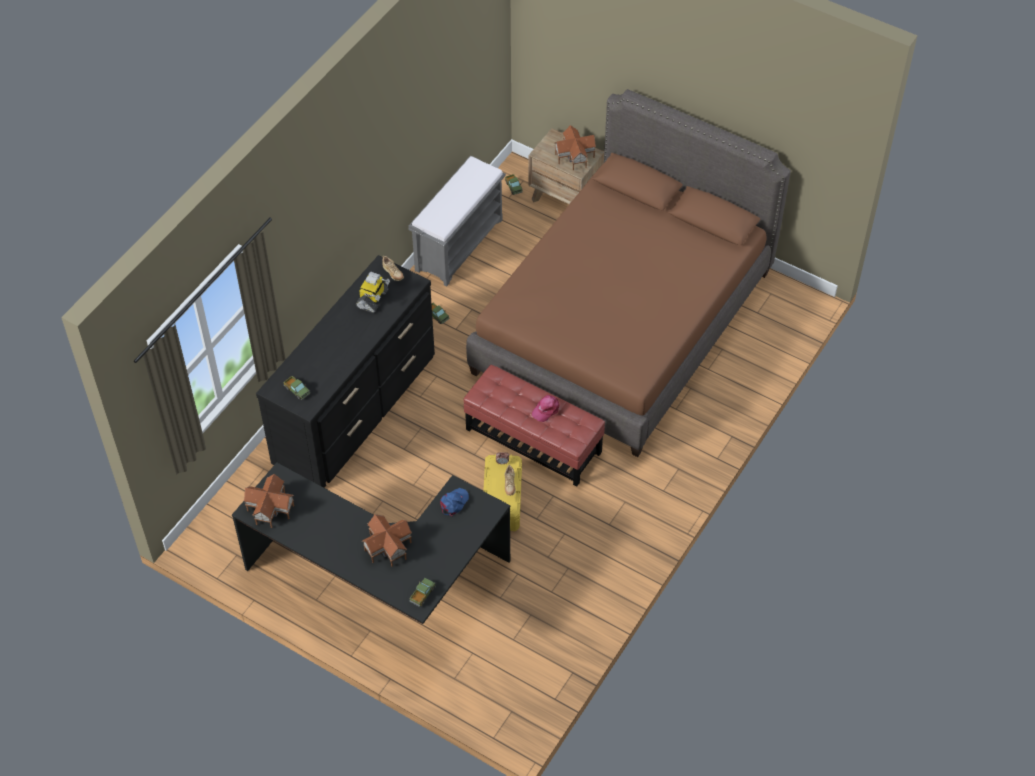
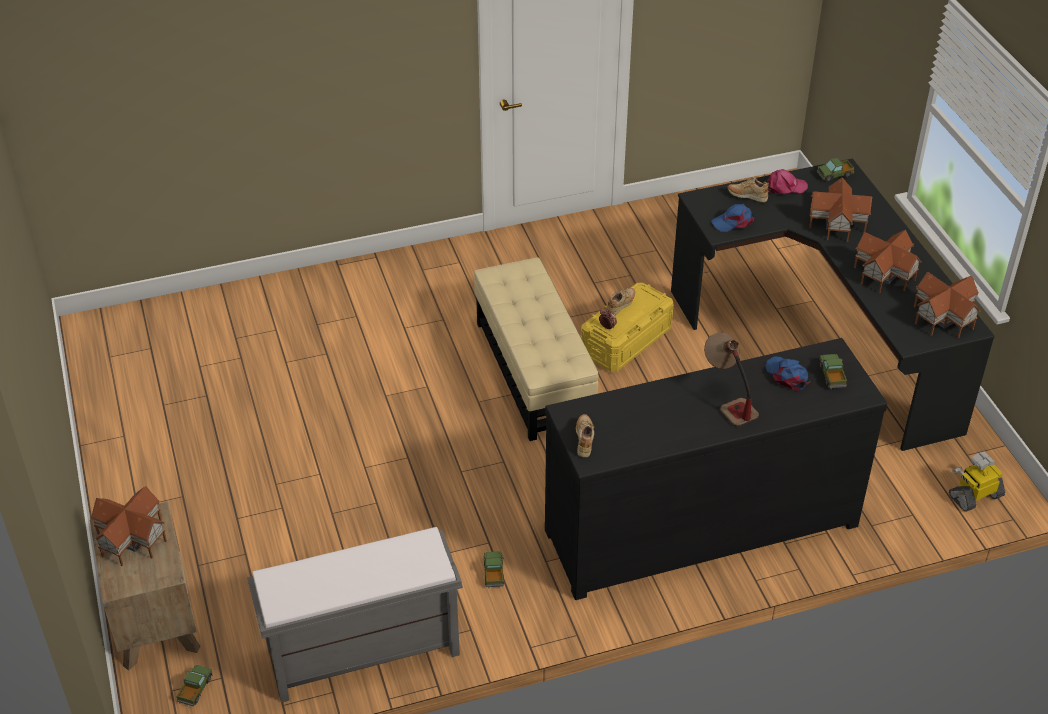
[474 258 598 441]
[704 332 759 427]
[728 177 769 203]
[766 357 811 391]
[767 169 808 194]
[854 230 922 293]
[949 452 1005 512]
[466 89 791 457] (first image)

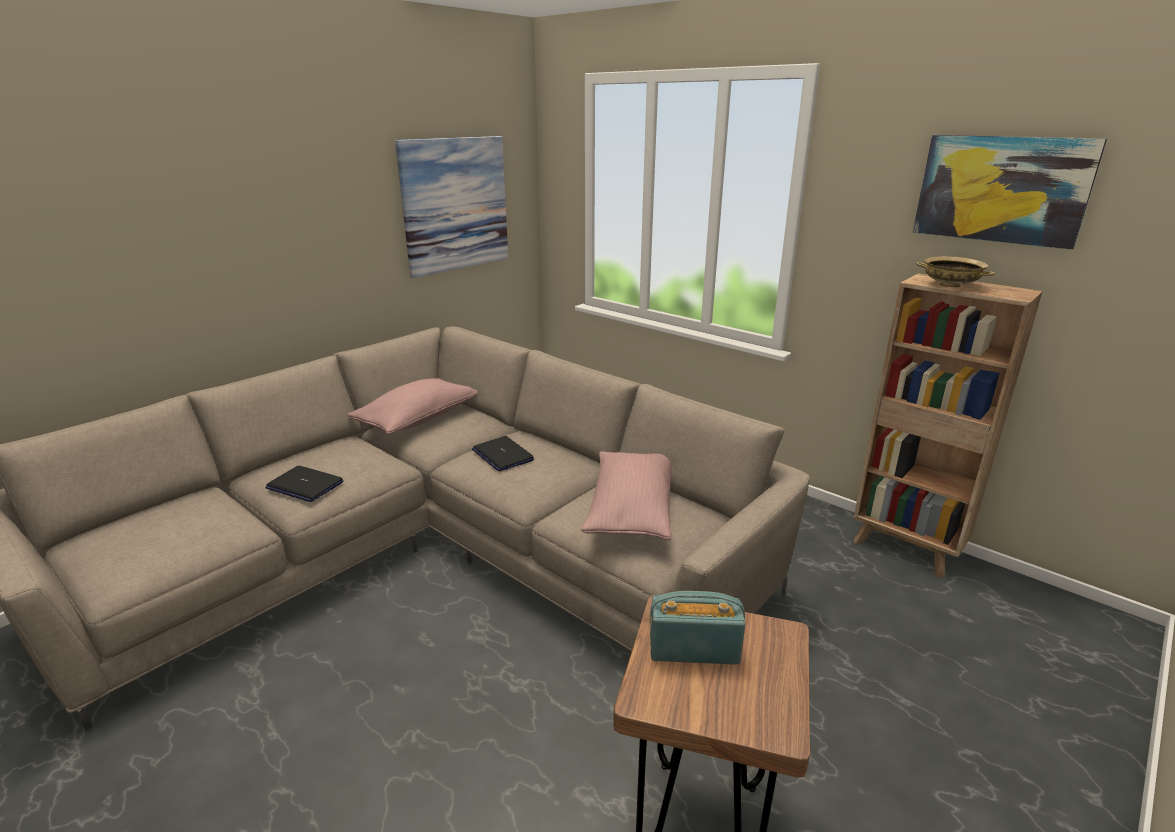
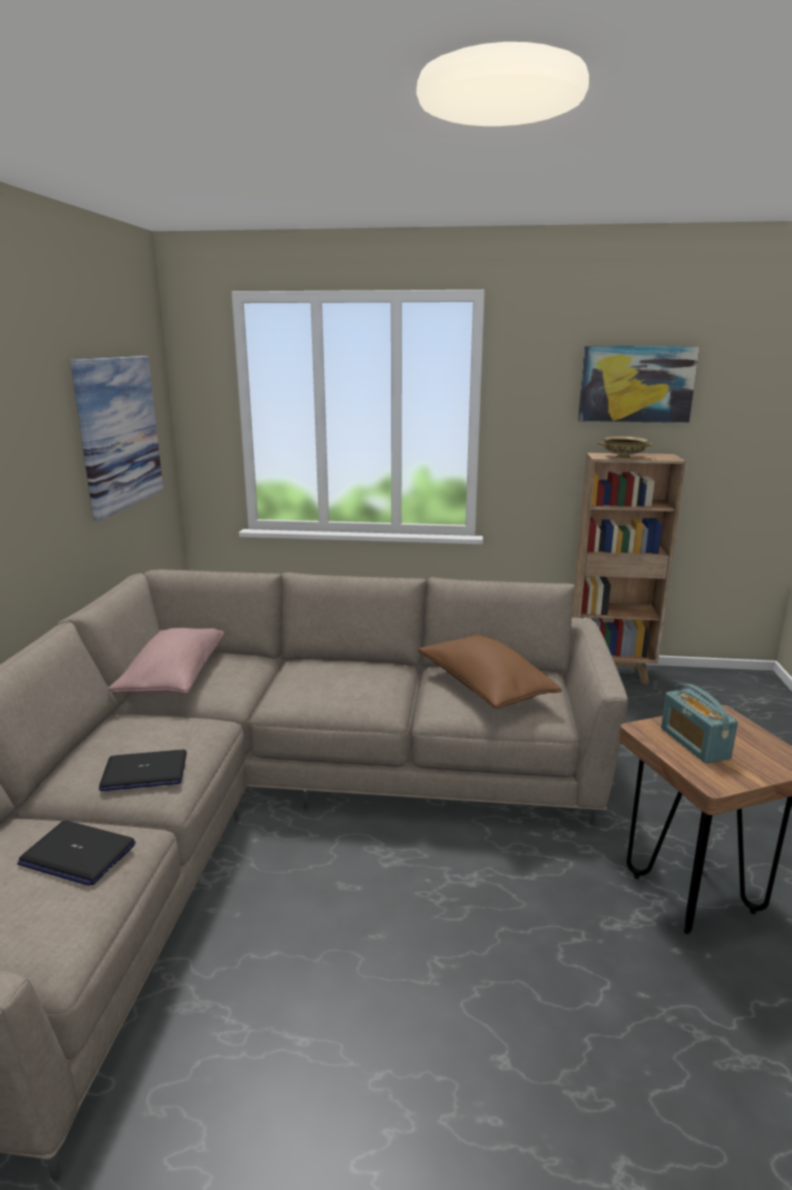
[17 820 136 886]
[418 635 562 709]
[661 684 738 764]

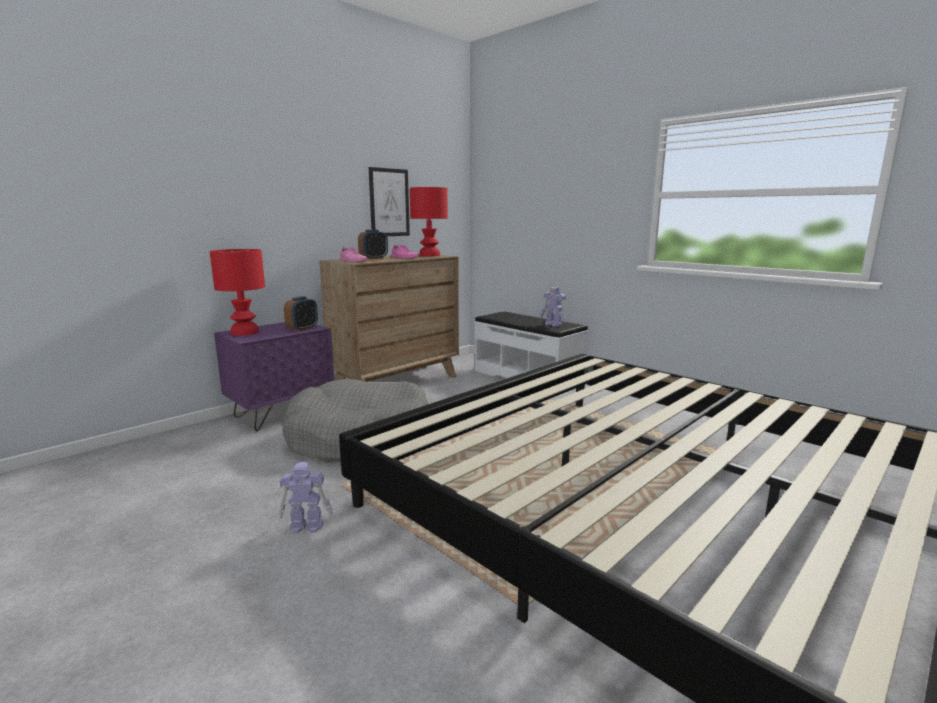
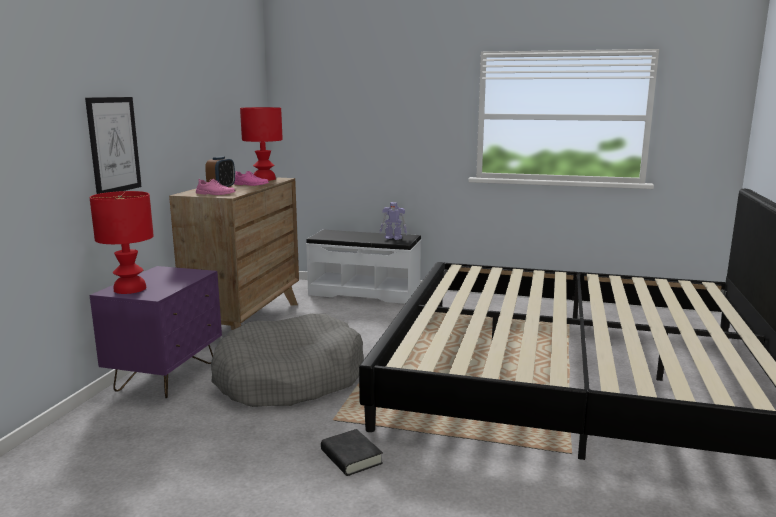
[85 97 142 194]
[321 429 383 476]
[284 296 318 331] (first image)

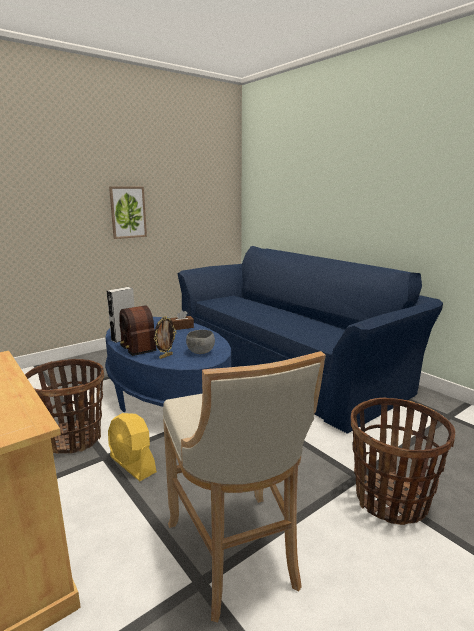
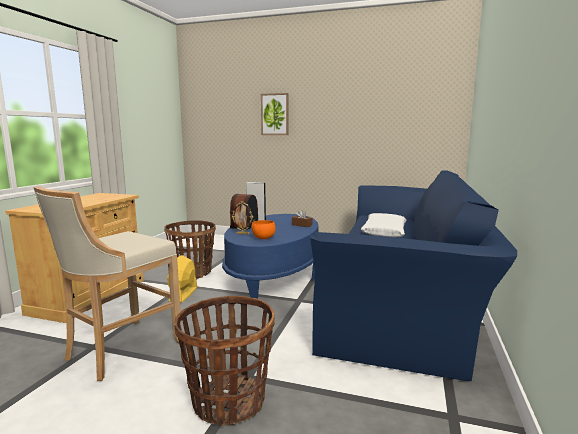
[252 220 276 239]
[261 93 288 135]
[361 213 406 237]

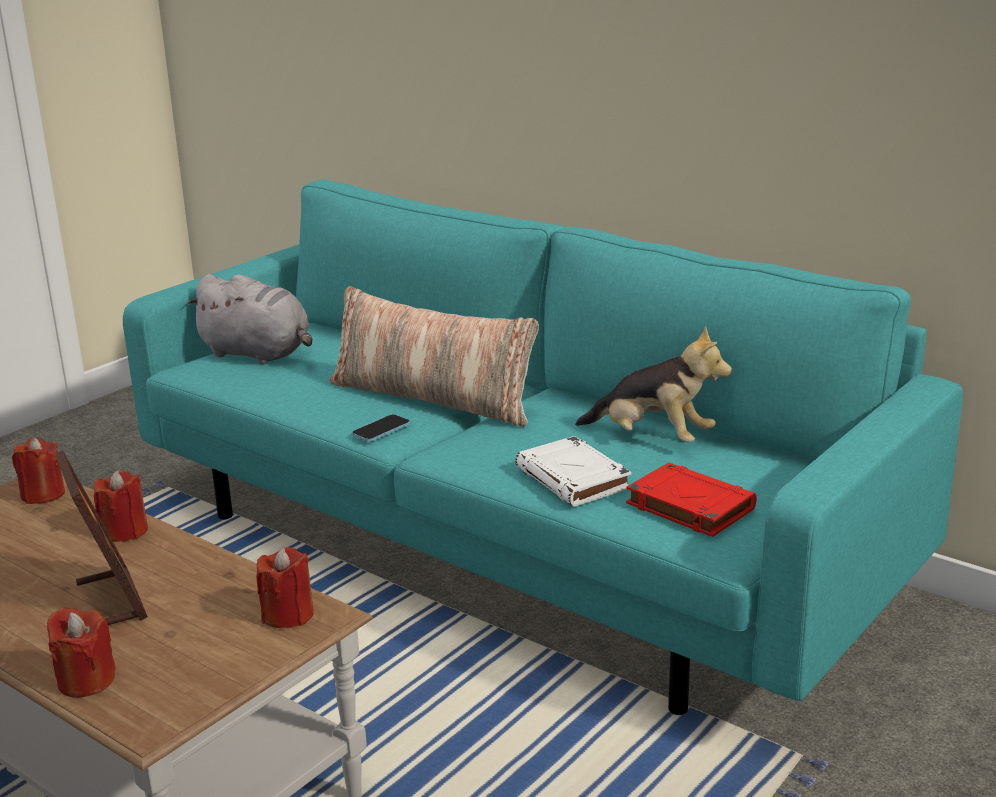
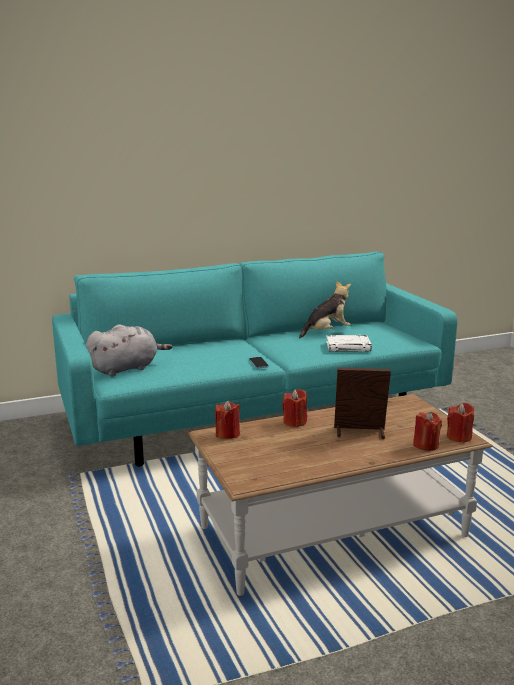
[447 403 474 443]
[329 286 539 427] (first image)
[626 462 757 537] (first image)

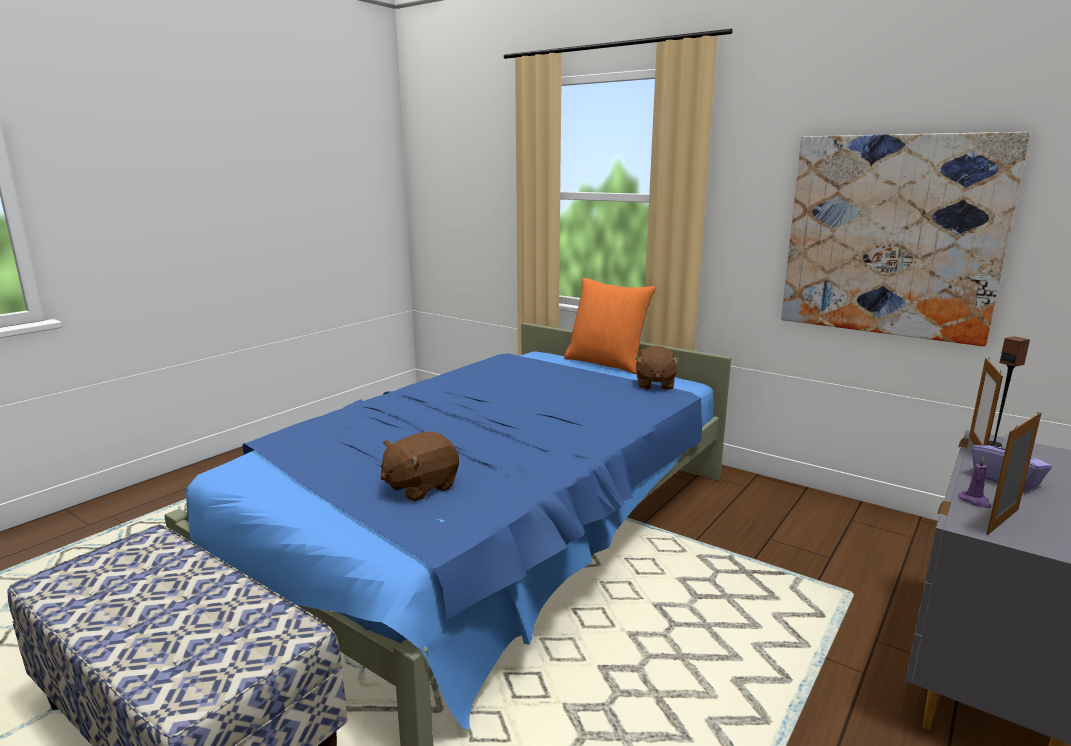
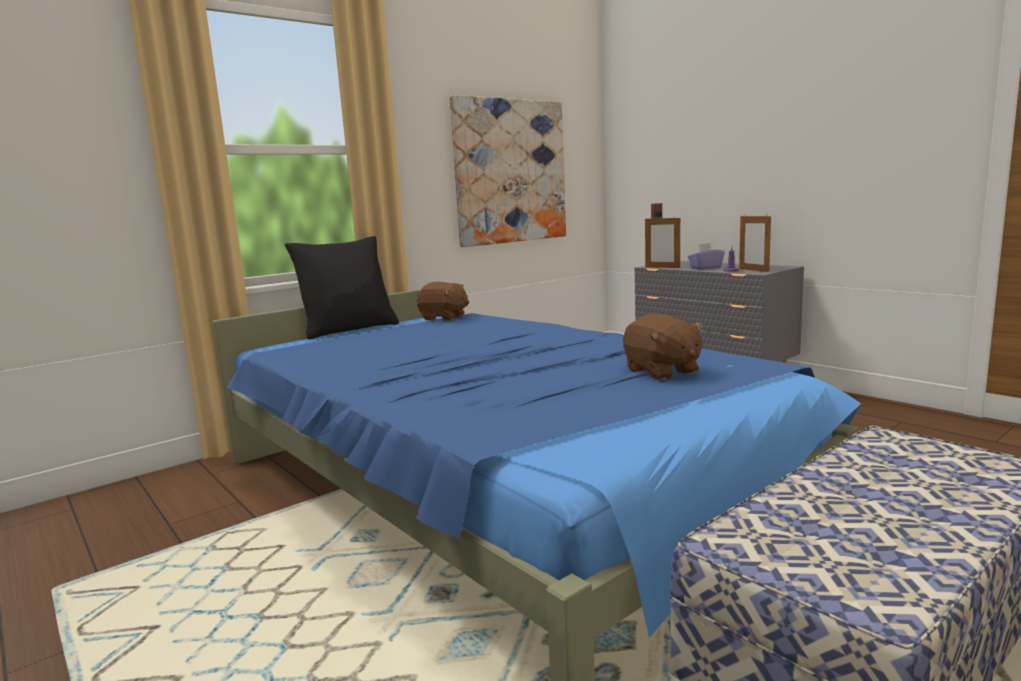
[285 236 399 340]

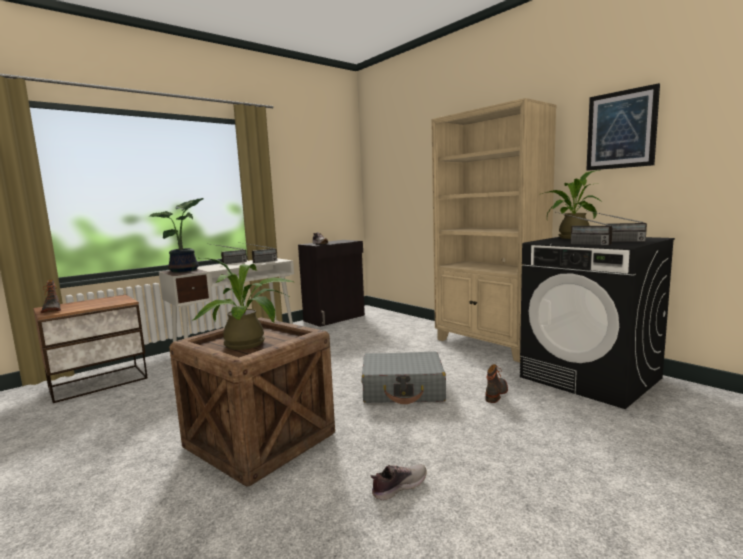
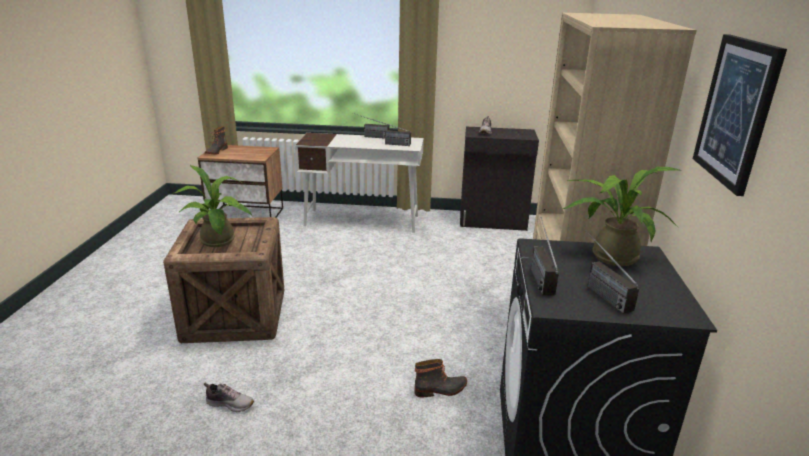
[150 198 204 272] (first image)
[362 352 446 404] (first image)

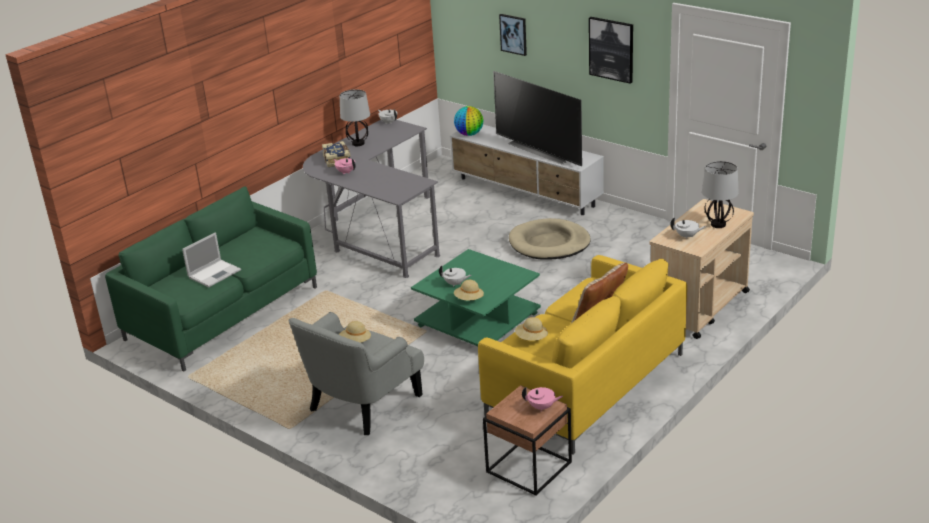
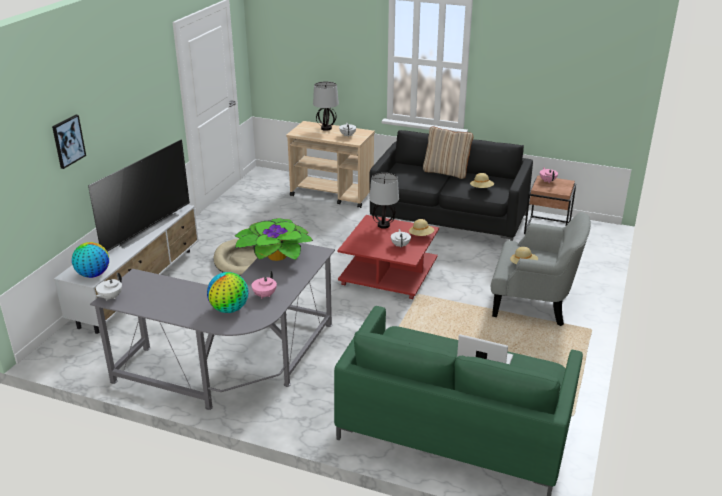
[207 272 248 313]
[235 218 313 261]
[337 215 439 299]
[369 130 533 241]
[369 173 399 229]
[589 17 633 84] (first image)

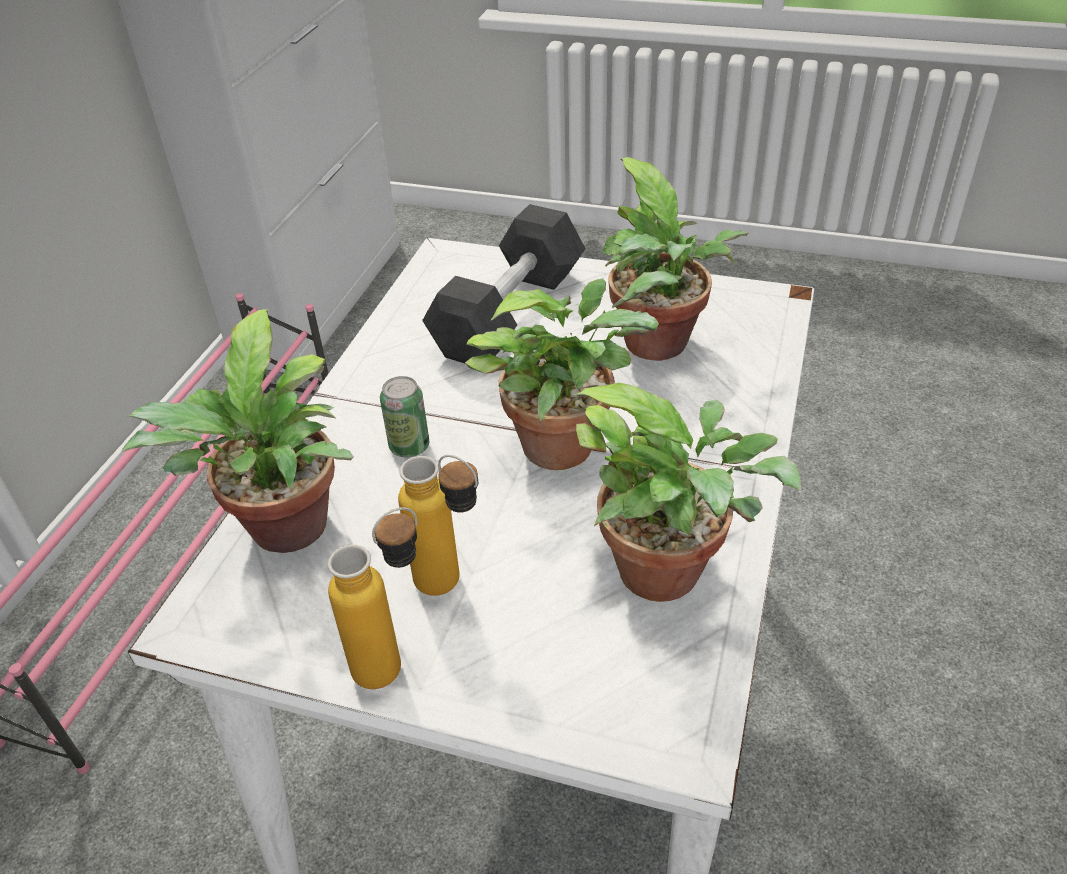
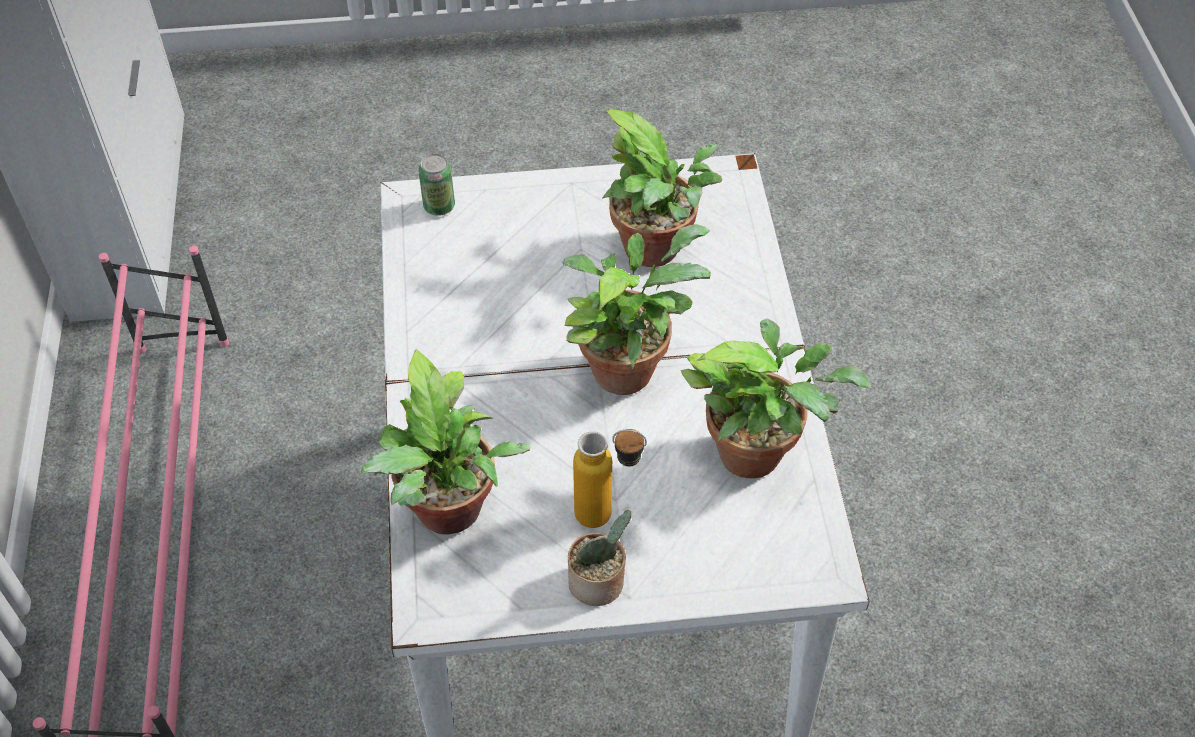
[418 154 455 216]
[568 510 632 606]
[422 204 586 363] (first image)

